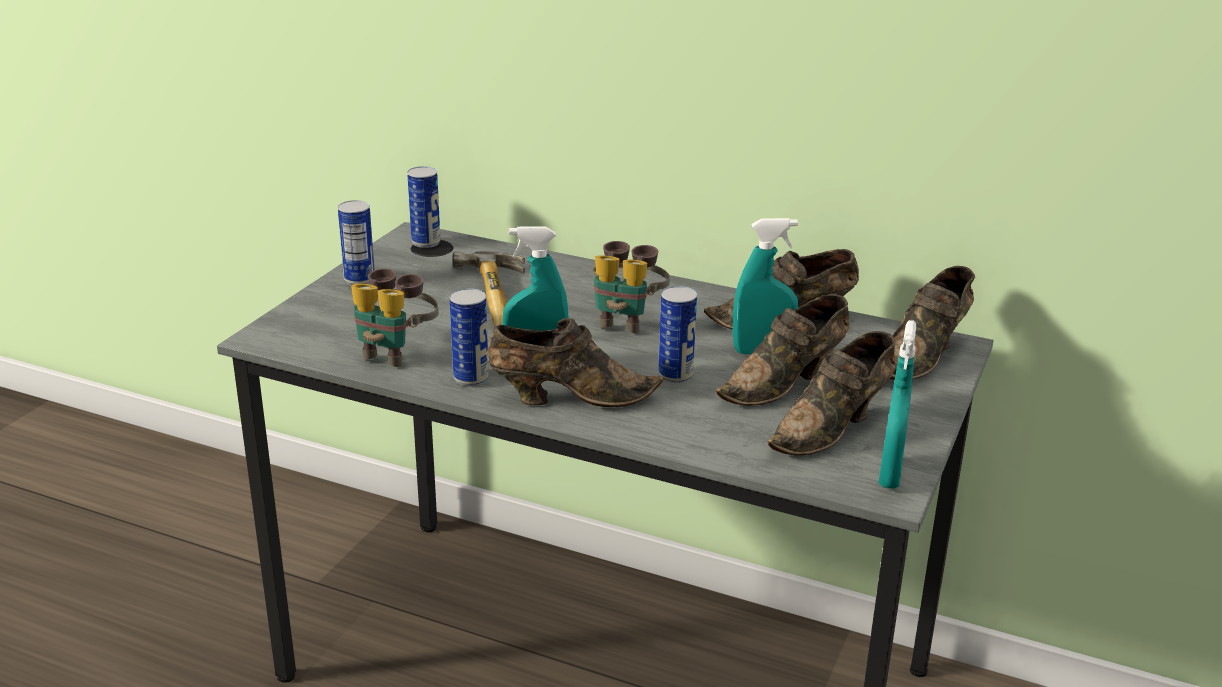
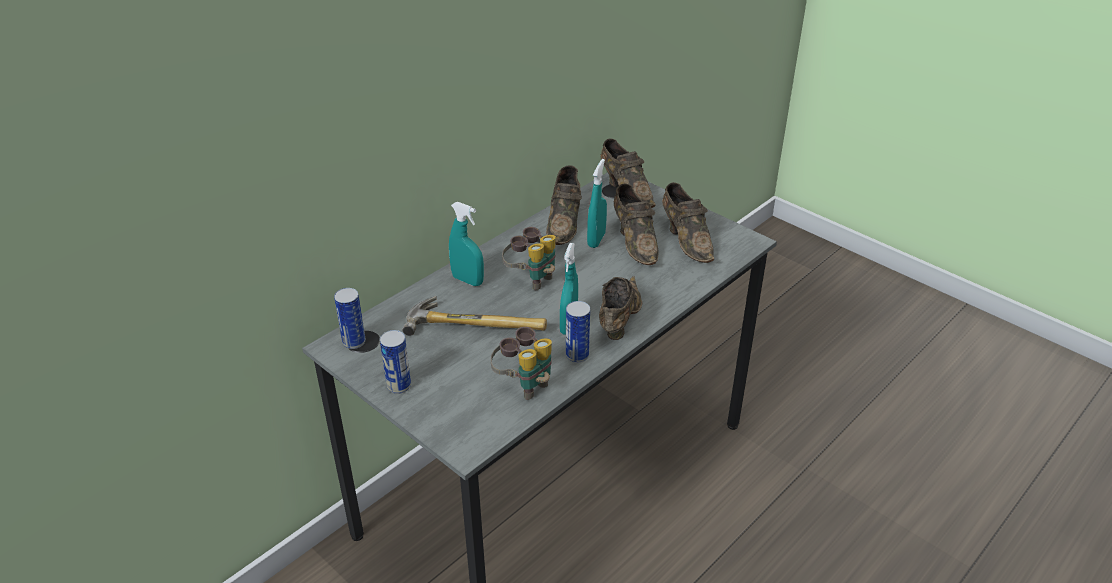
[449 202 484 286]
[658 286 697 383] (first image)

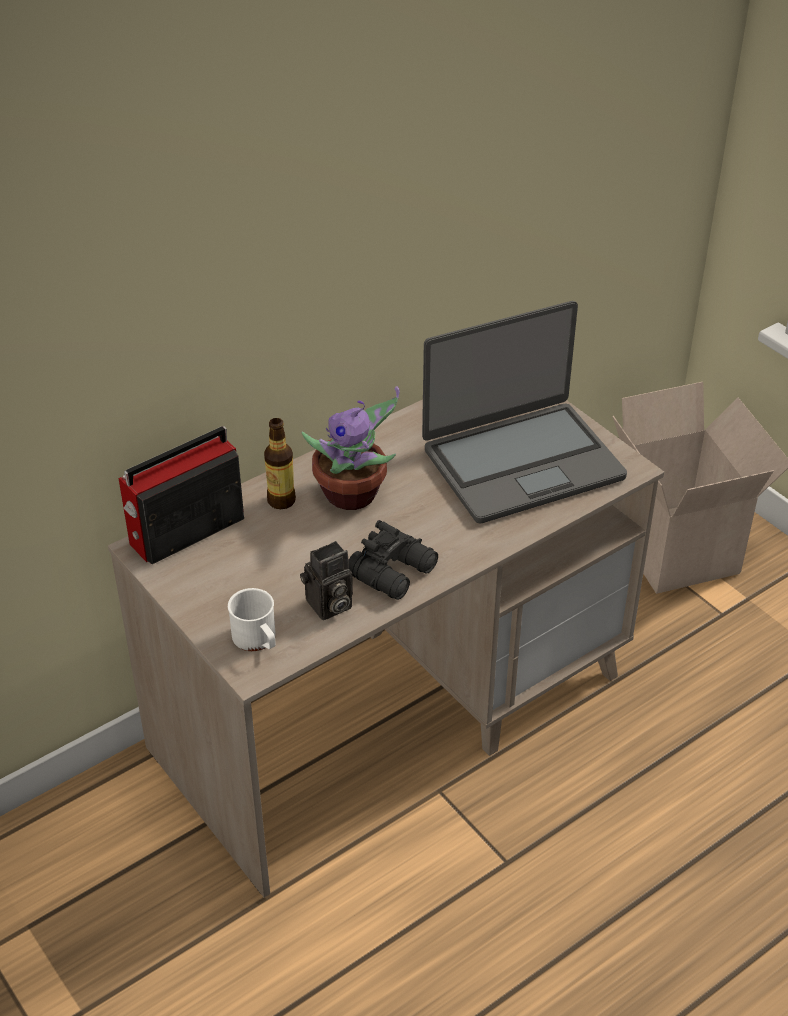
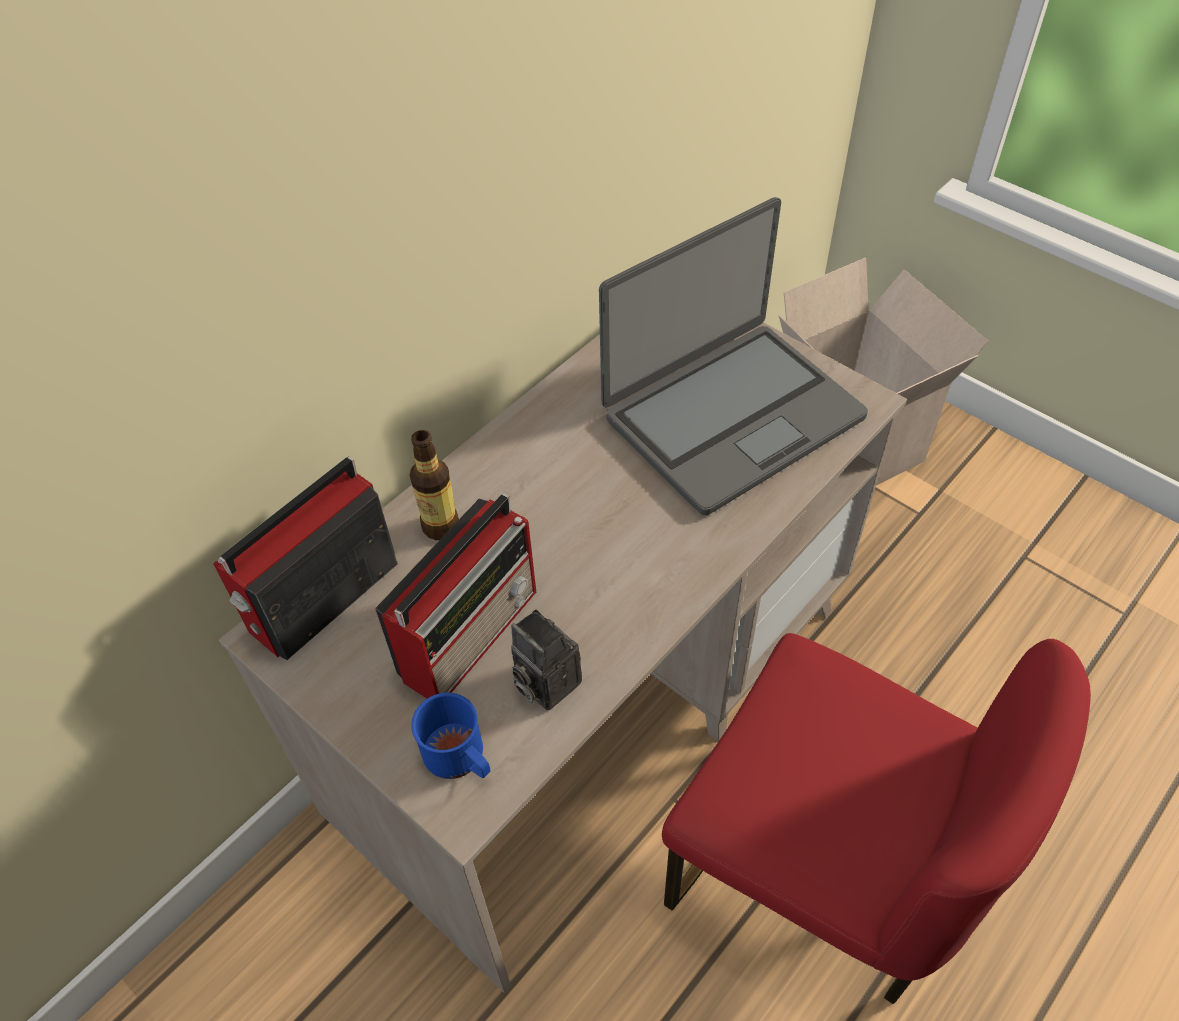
[375 493 536 698]
[411 693 491 779]
[511 609 582 710]
[662 633 1091 1004]
[302 387 399 510] (first image)
[348 520 438 600] (first image)

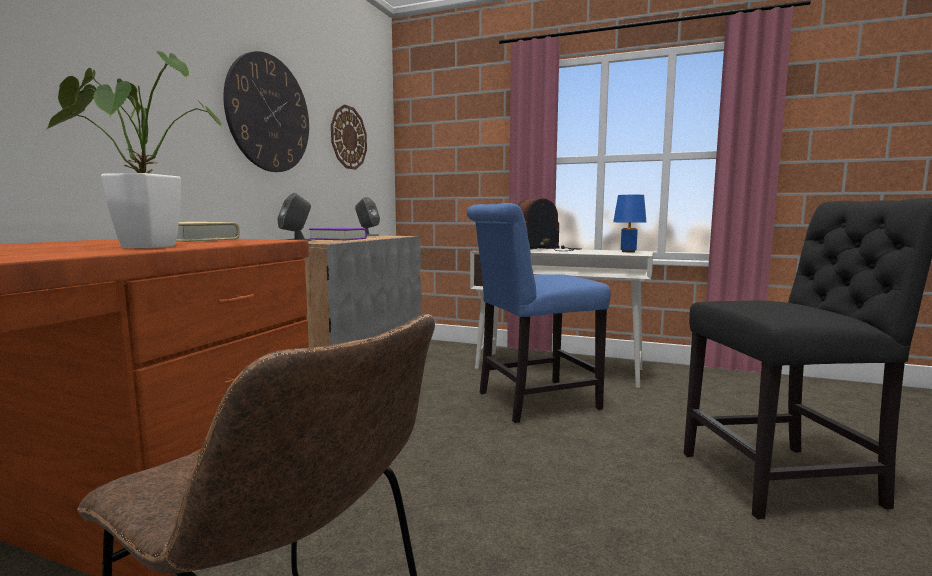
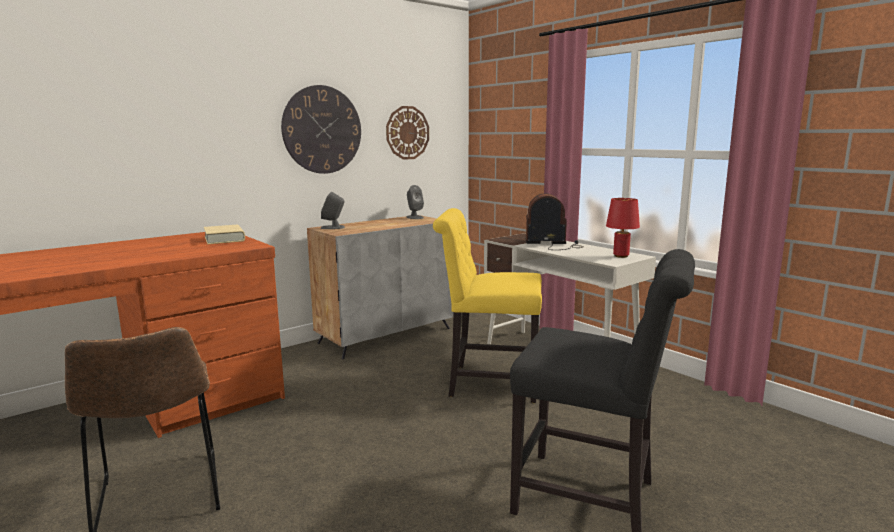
[433 208 542 403]
[606 198 640 258]
[47 51 222 248] (first image)
[309 228 367 240] (first image)

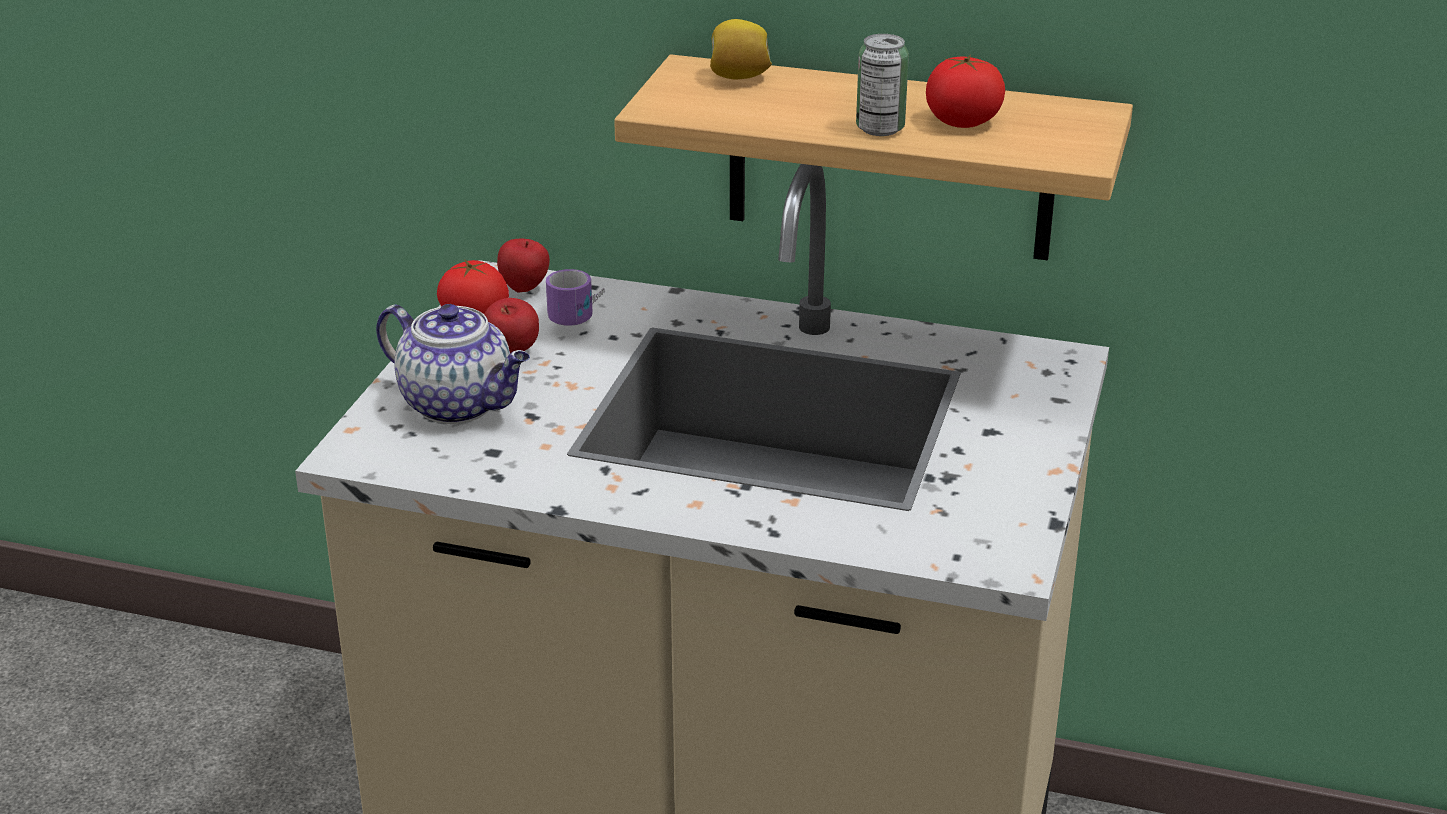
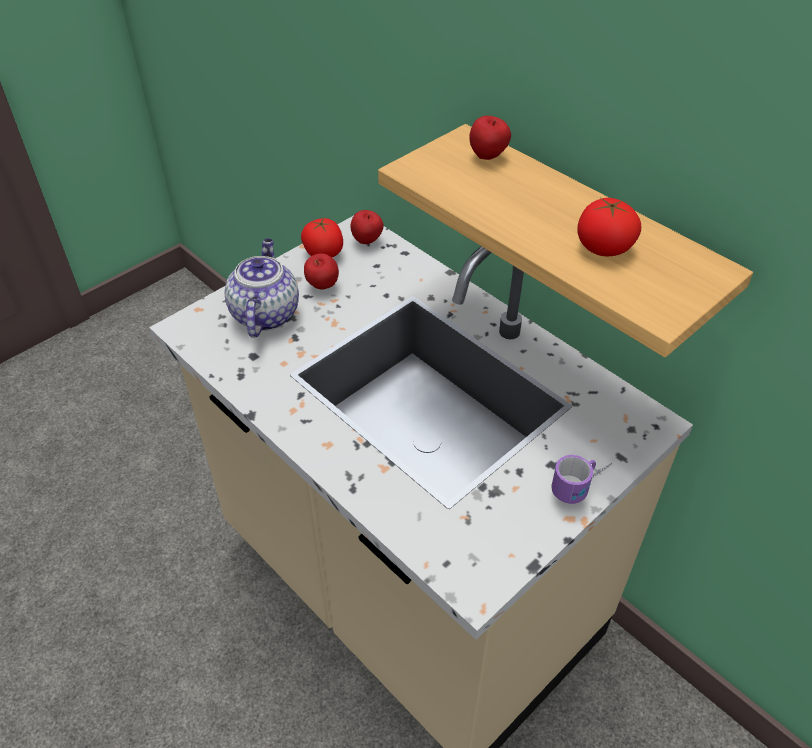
[225 238 299 338]
[469 116 511 160]
[551 455 612 504]
[856 34 909 136] (first image)

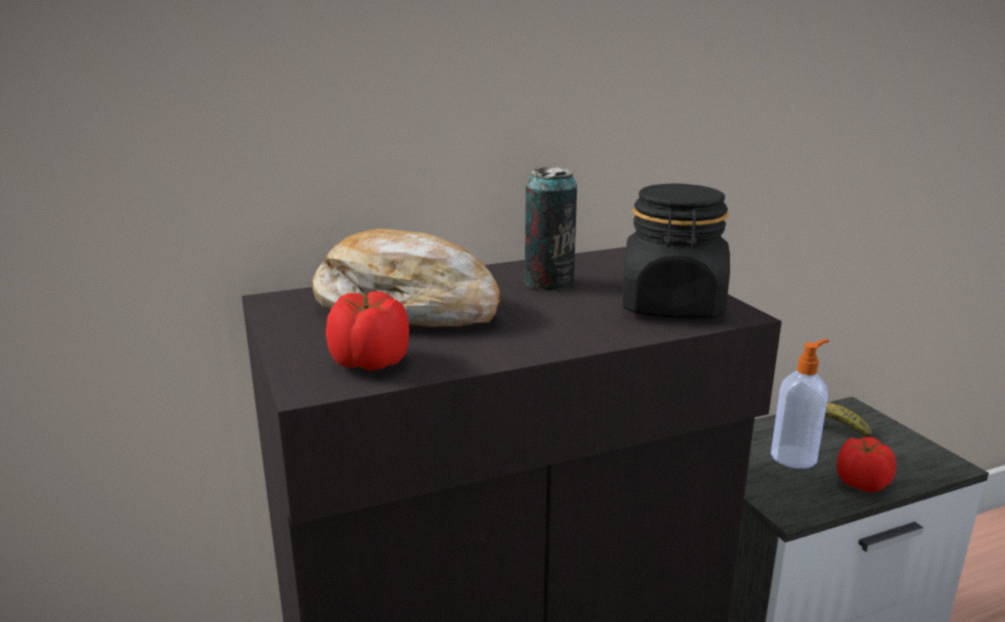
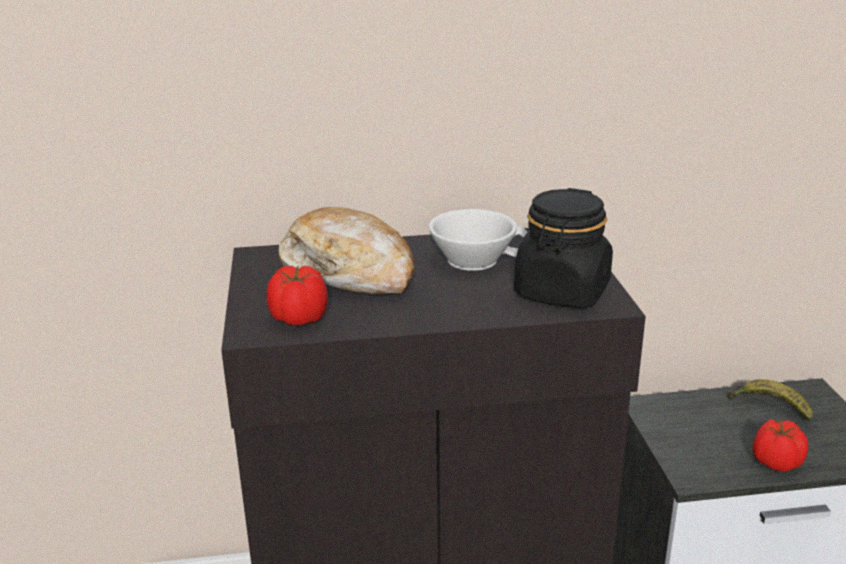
[429 209 528 271]
[771 339 829 469] (first image)

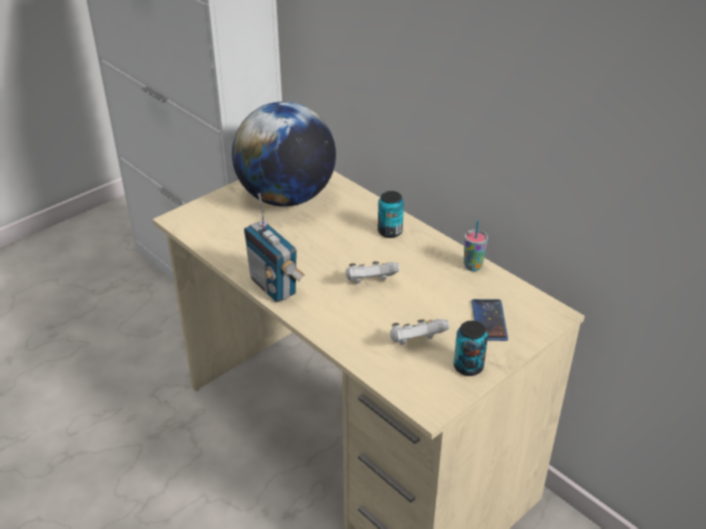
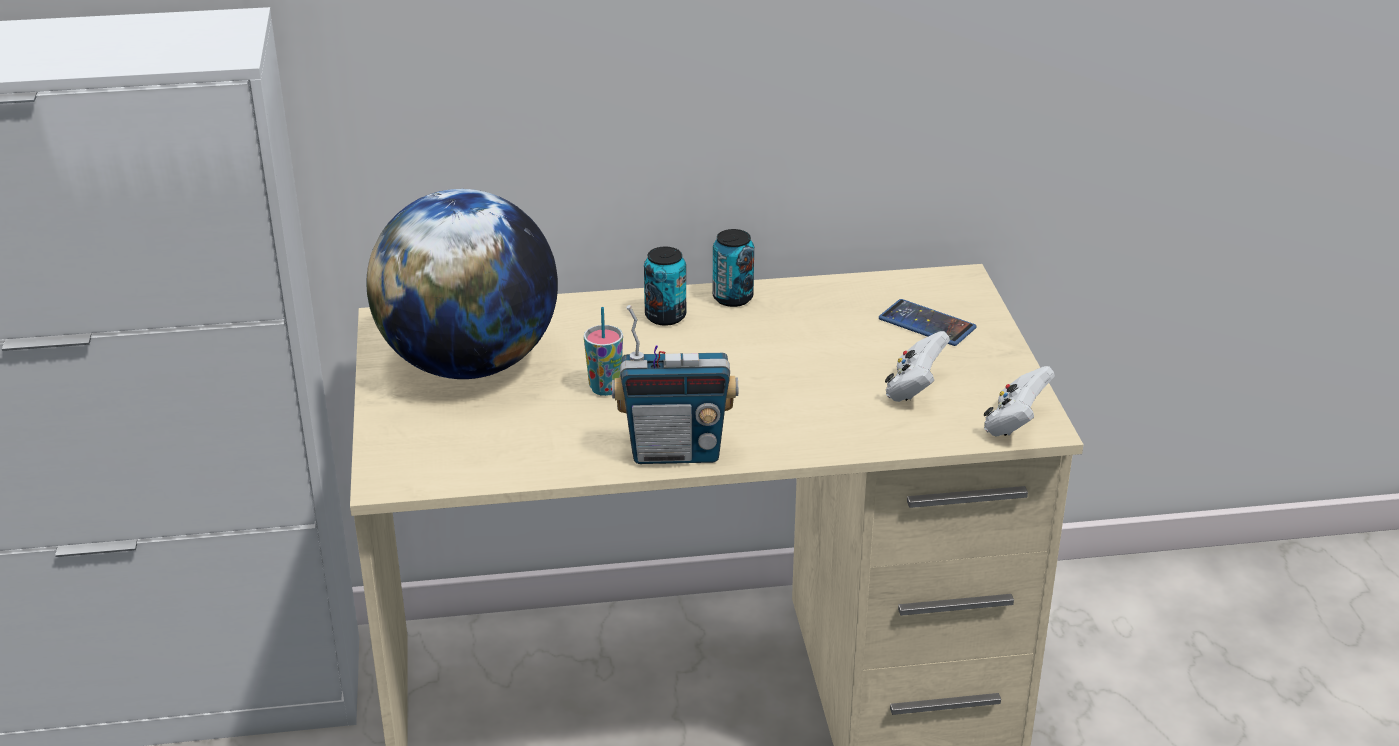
[584 307 623 396]
[713 229 754 307]
[984 366 1055 437]

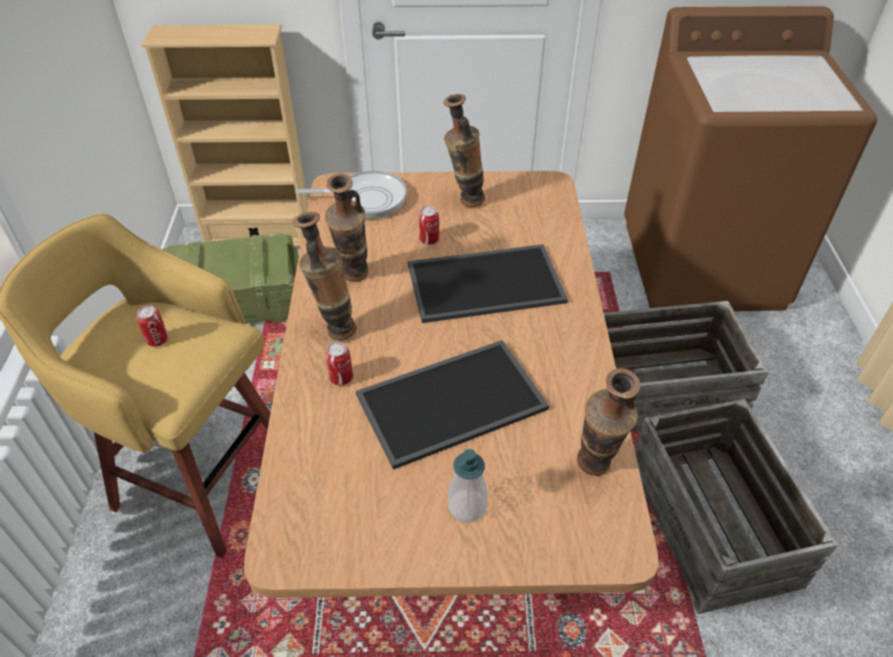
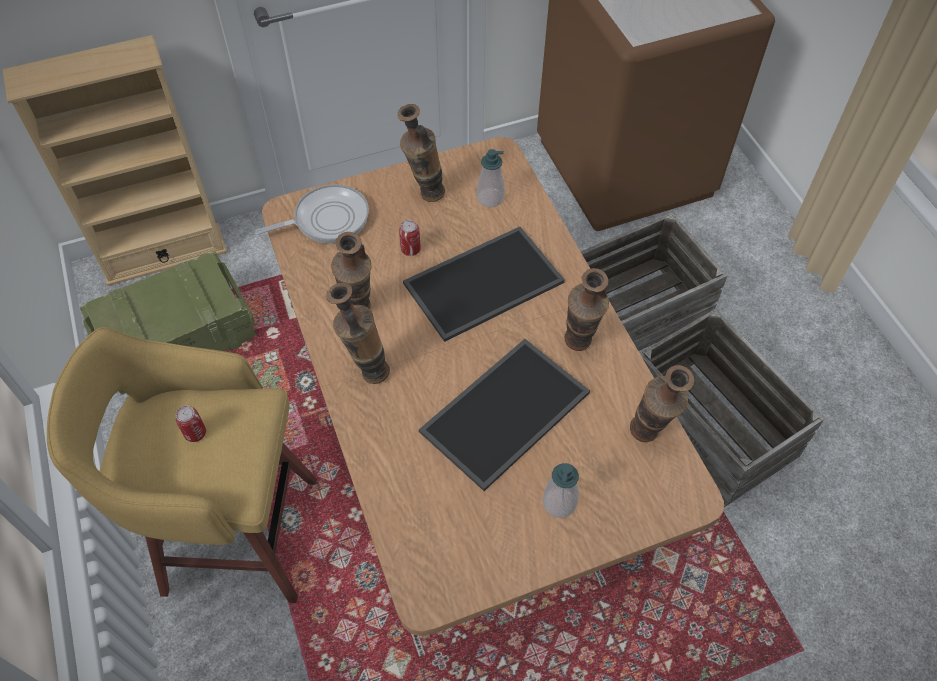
[477 149 505 207]
[565 268 609 351]
[326 342 353 385] (first image)

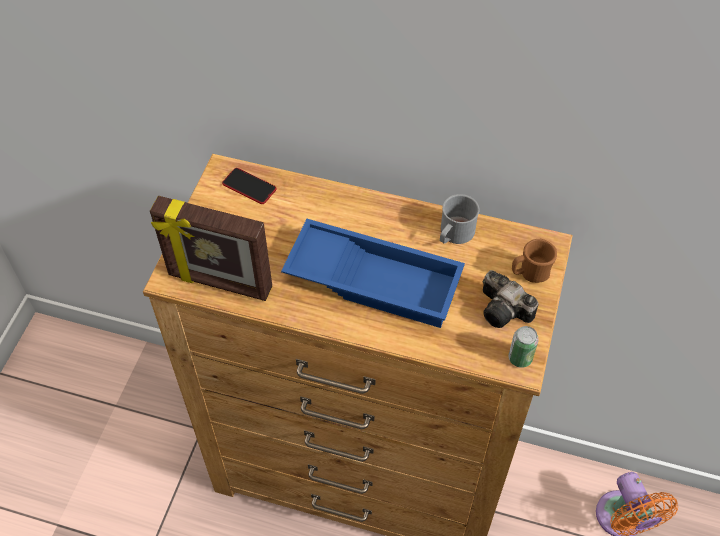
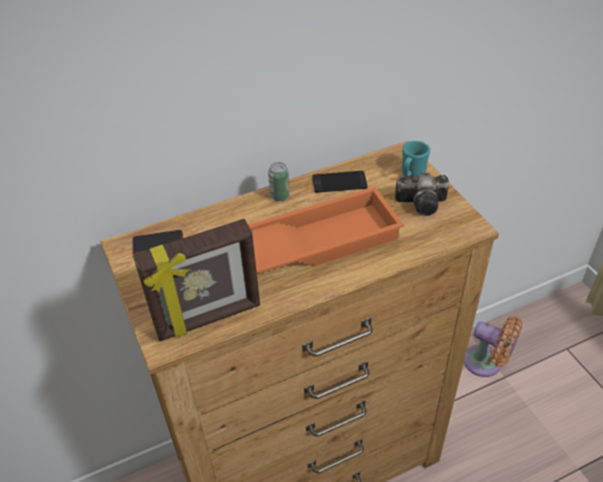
[248 187 404 273]
[268 162 290 201]
[312 171 368 193]
[402 141 431 177]

